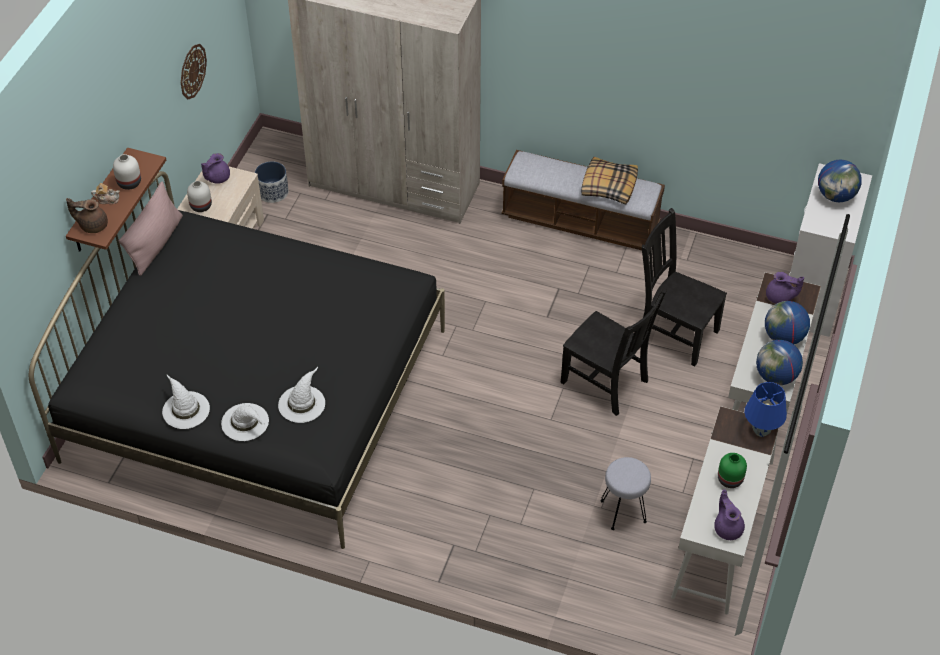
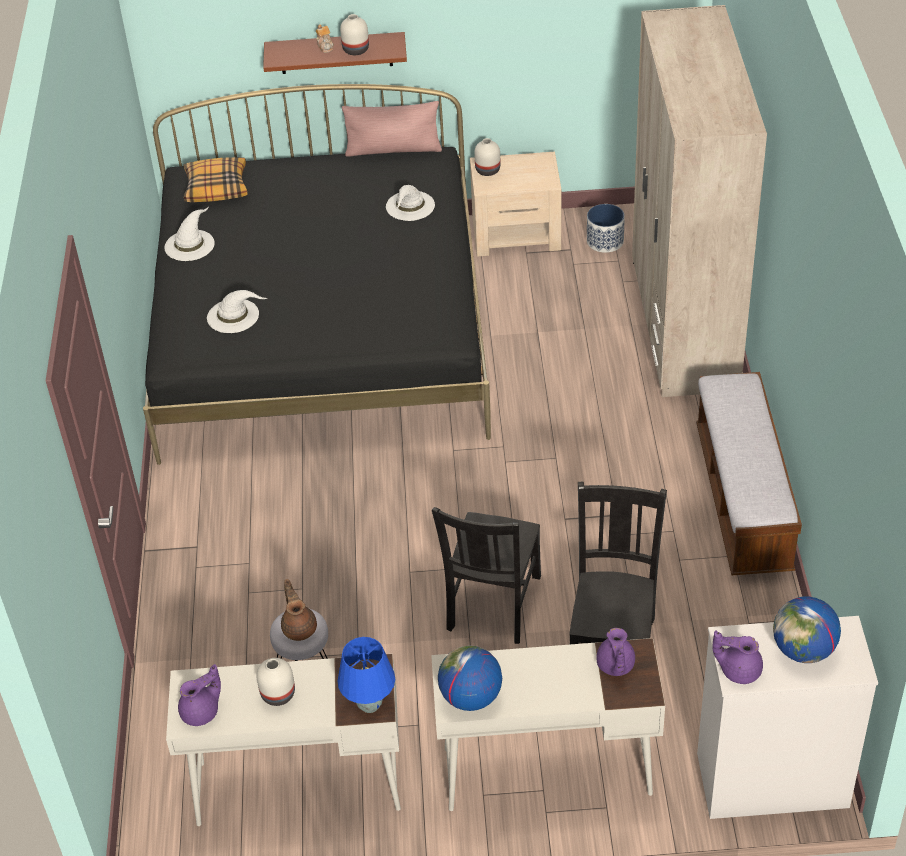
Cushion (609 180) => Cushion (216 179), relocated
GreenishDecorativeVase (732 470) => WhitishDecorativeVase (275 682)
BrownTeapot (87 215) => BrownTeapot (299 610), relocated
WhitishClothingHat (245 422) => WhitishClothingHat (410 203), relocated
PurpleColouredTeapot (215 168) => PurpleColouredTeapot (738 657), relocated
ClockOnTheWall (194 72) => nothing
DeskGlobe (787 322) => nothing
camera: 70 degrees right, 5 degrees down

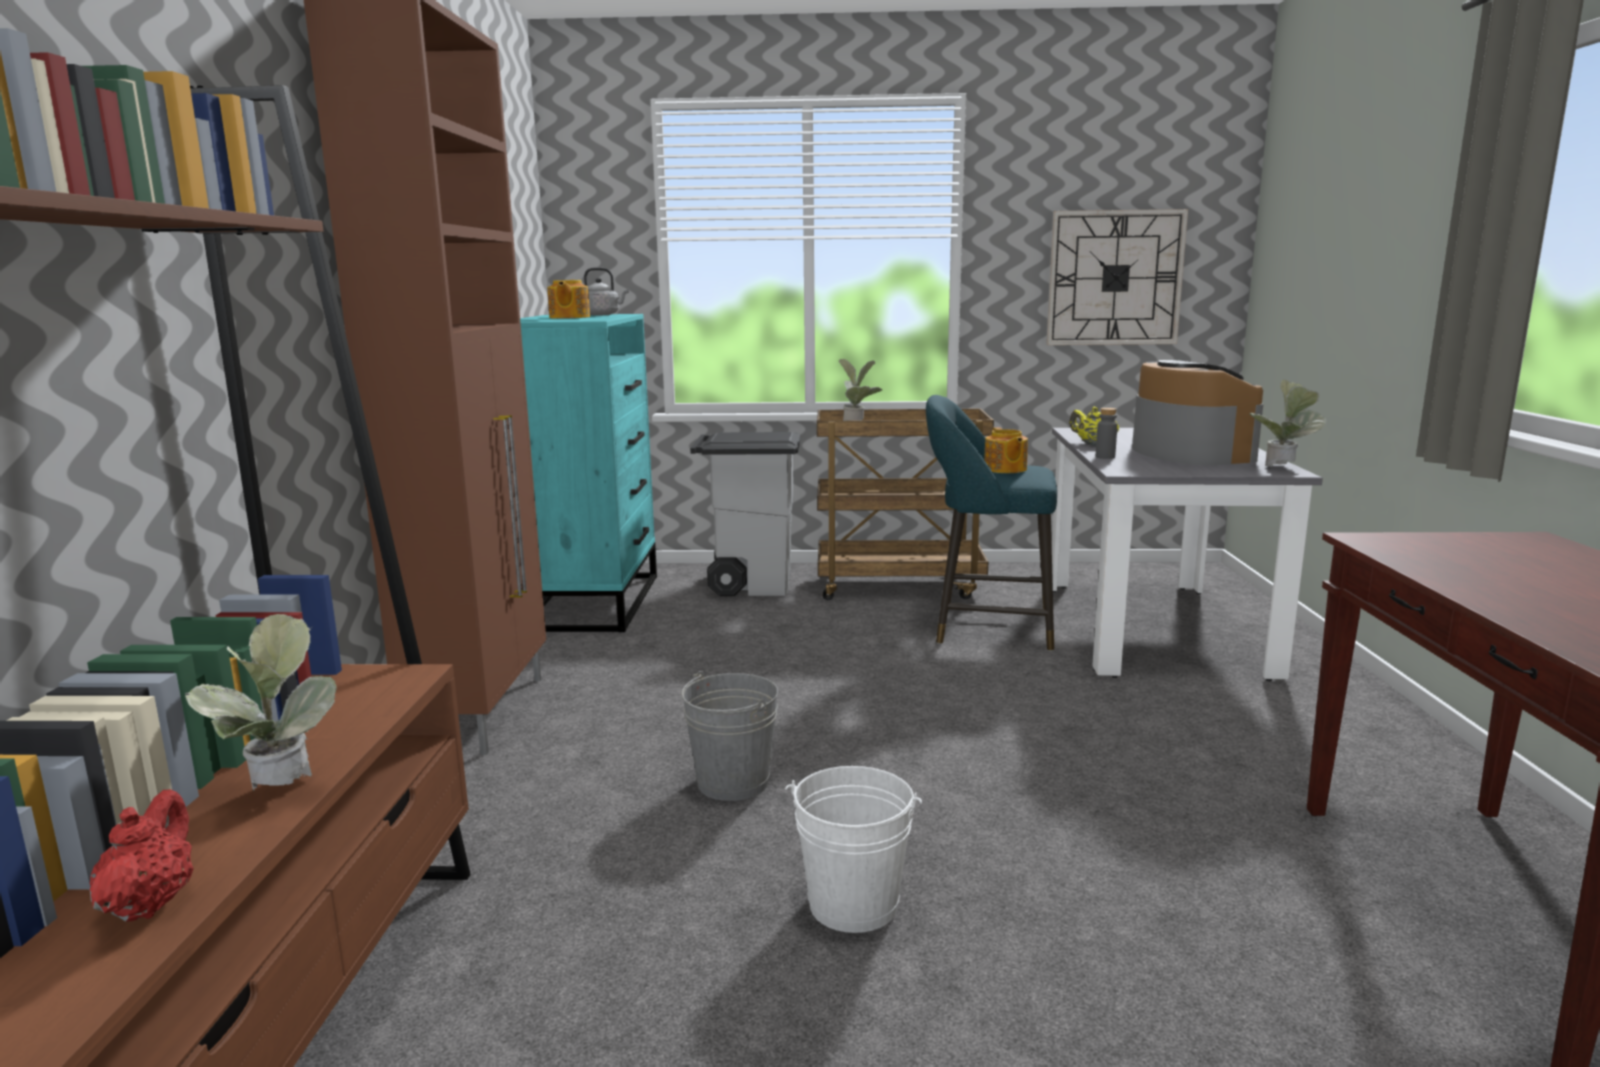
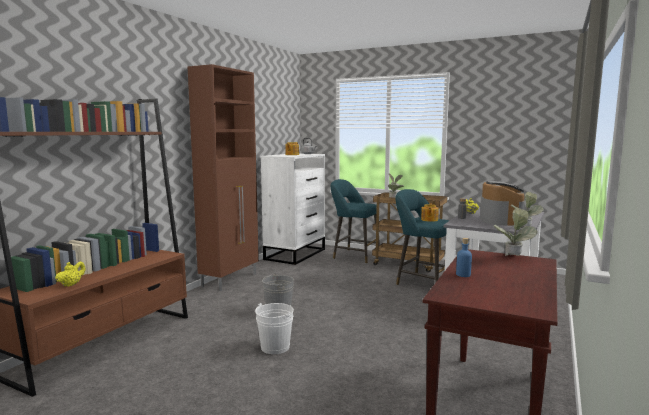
RedTeapot (142 855) => YellowishTeapot (70 274)
TurquoiseChestOfDrawers (588 473) => WhitishChestOfDrawers (293 209)
GreyishWasteBin (745 514) => TurquoiseStoolSeat (355 221)
nothing => BlueDrinkBottle (464 257)
PottedPlant (261 703) => PottedPlant (516 232), relocated
ClockOnTheWall (1117 277) => nothing
camera: 25 degrees right, 5 degrees down

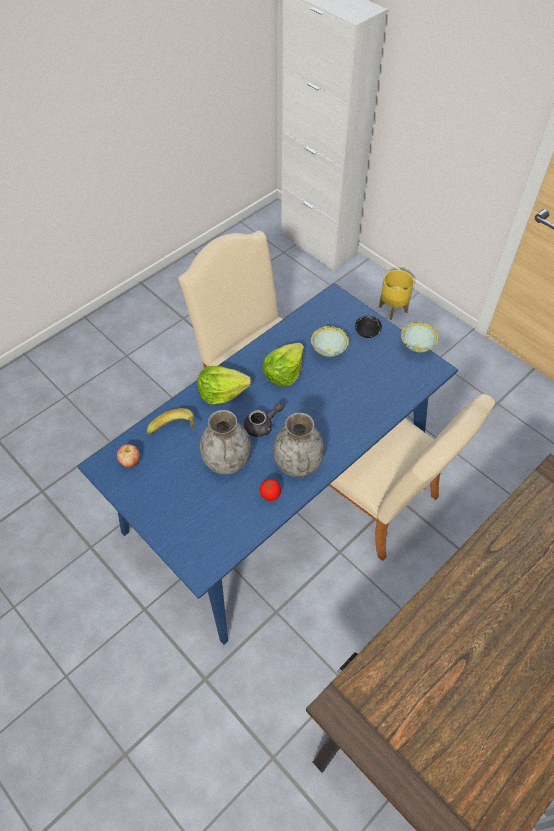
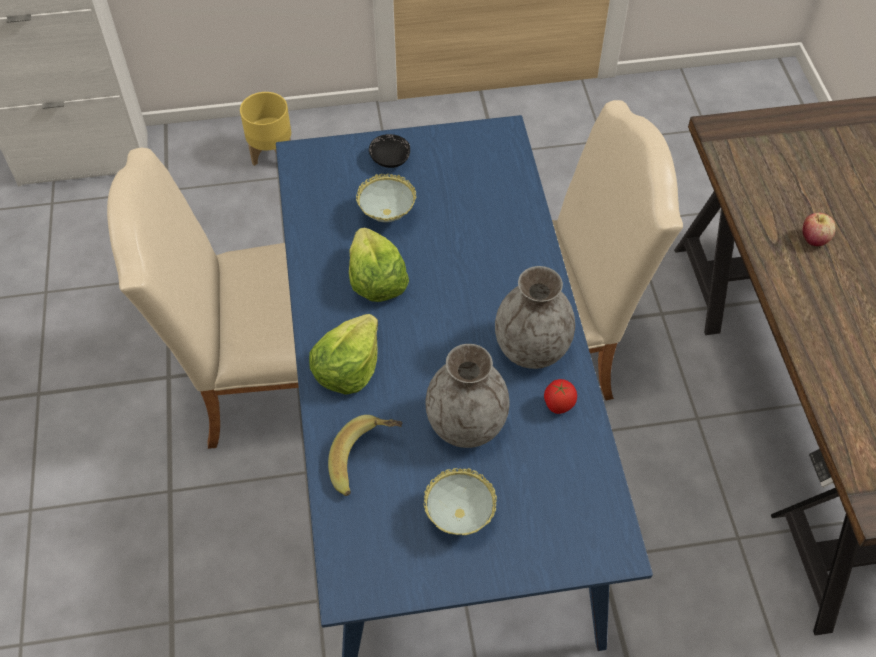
ServingBowl (420 337) => ServingBowl (460 501), relocated
AppleFruit (128 456) => AppleFruit (819 229), relocated
GreyishTeapot (264 419) => nothing
camera: 55 degrees left, 0 degrees up

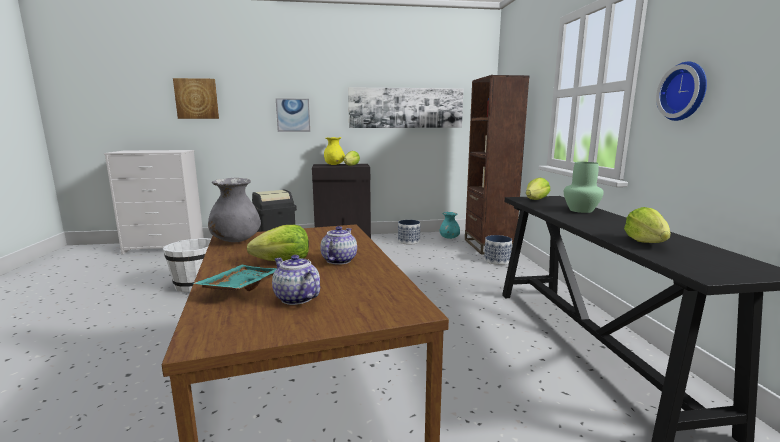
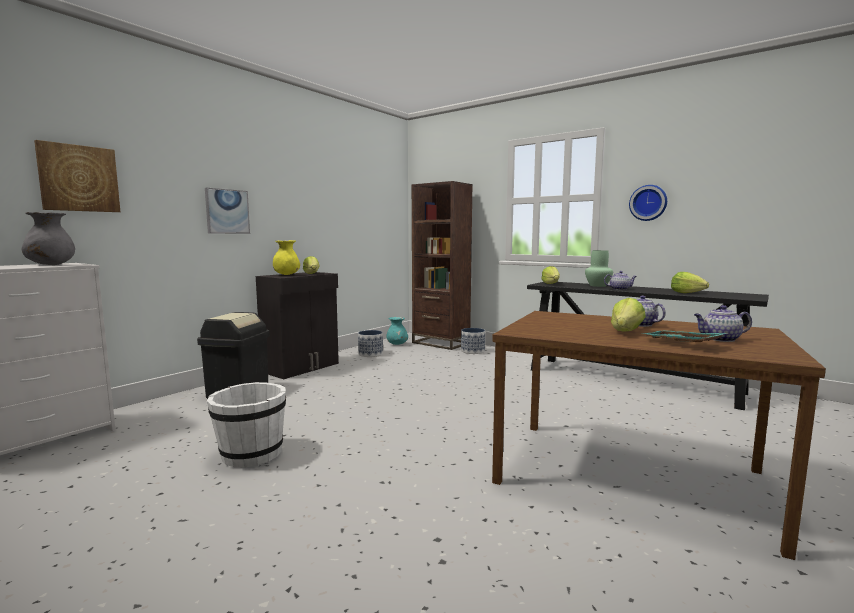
GreyishDecorativeVase (234 210) => GreyishDecorativeVase (48 238), relocated
nothing => Teapot (620 280)
Picture (405 107) => nothing
camera: 45 degrees left, 5 degrees down

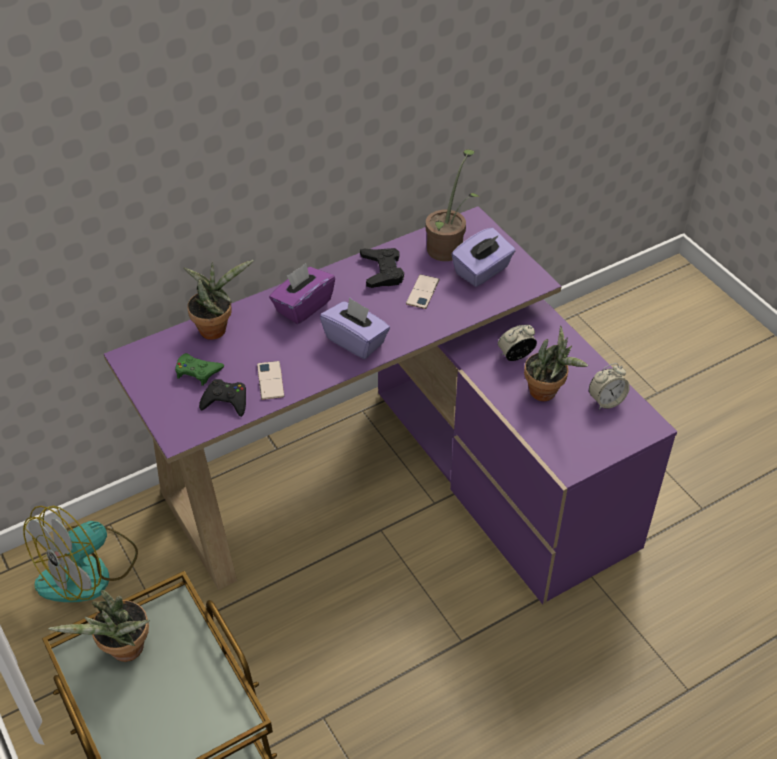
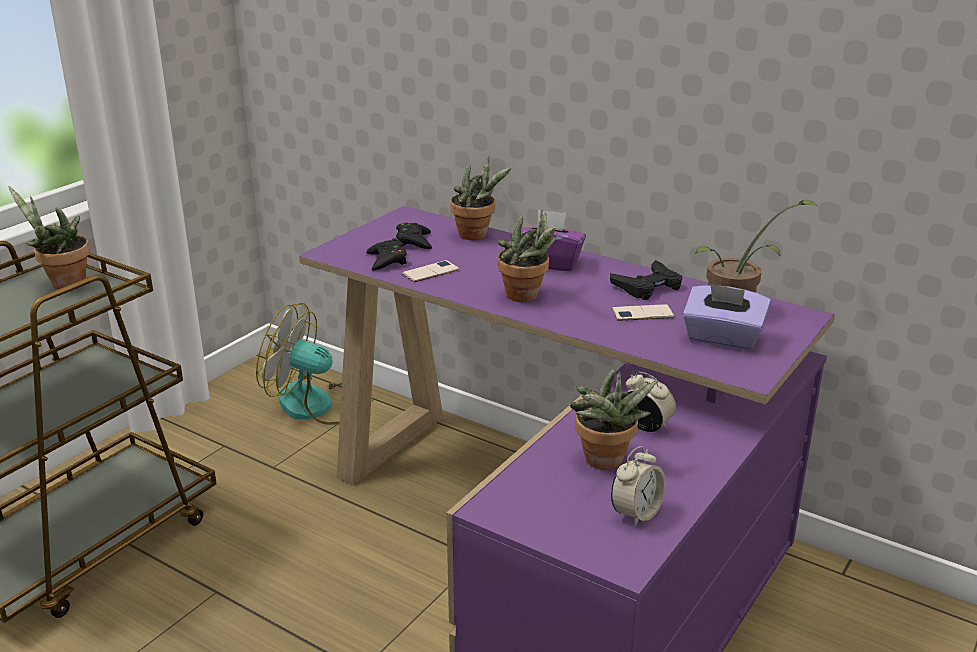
GreenishGamepad (199 369) => BlackGamepad (414 235)
PurpleColouredTissueHolder (355 328) => PottedPlant (527 255)
AlarmClock (609 386) => AlarmClock (638 486), 90 degrees counterclockwise
camera: 65 degrees right, 20 degrees down

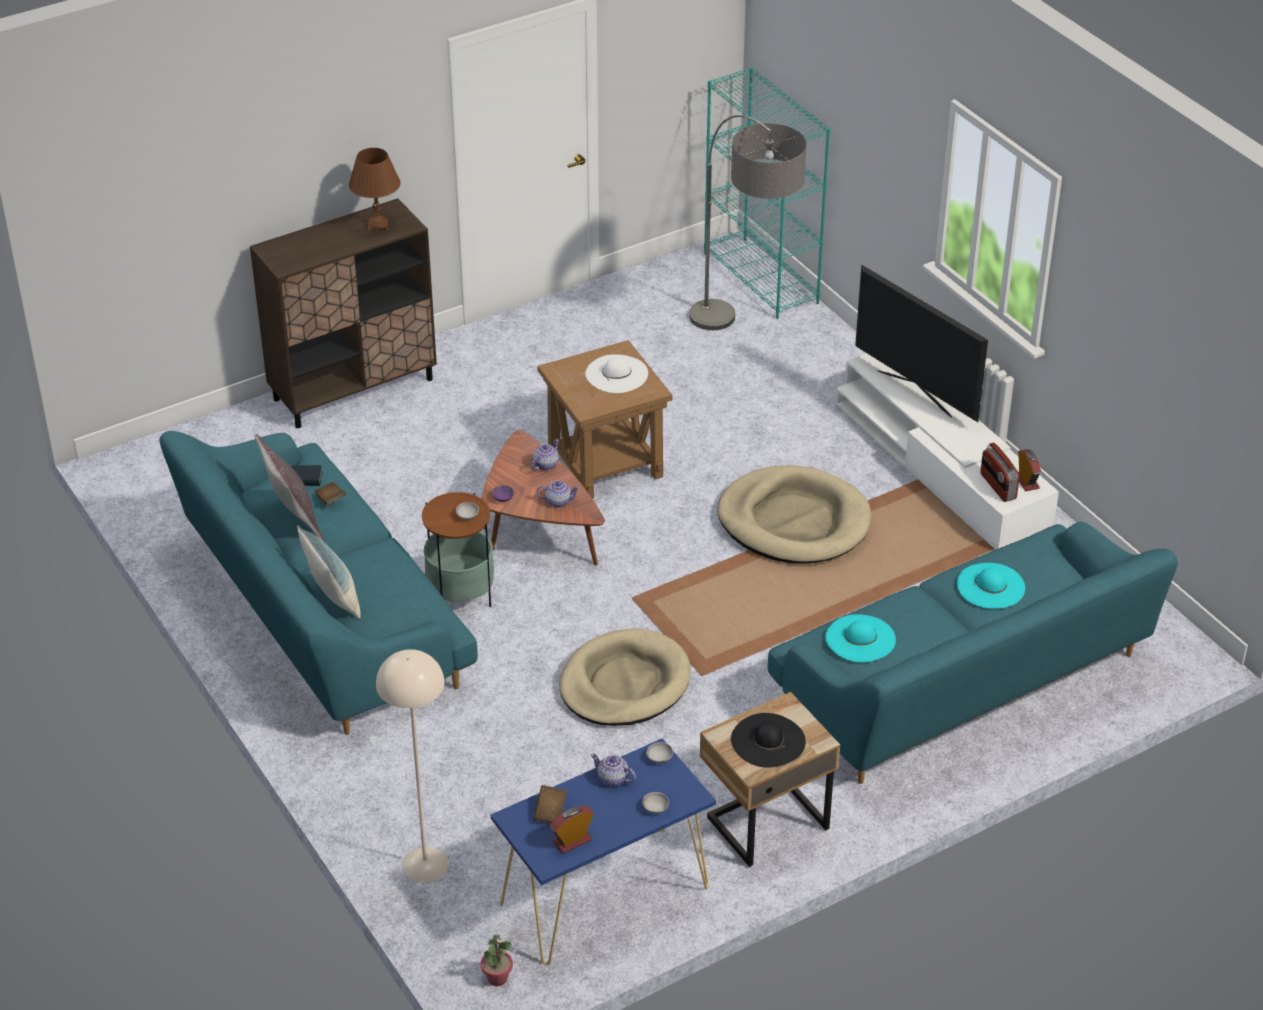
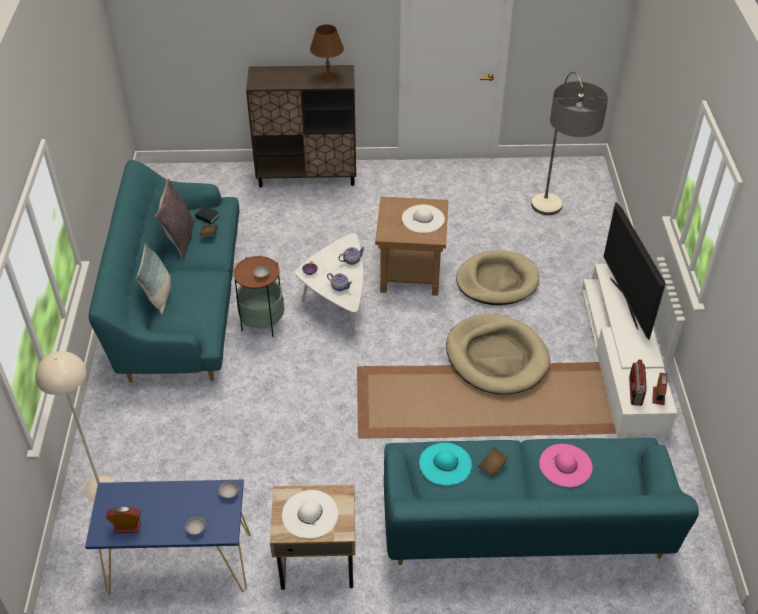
BlackClothingHat (768 740) => WhitishClothingHat (310 514)
BrownCoffeeTable (543 497) => WhitishCoffeeTable (328 284)
SandColouredDogCushion (625 677) => SandColouredDogCushion (498 278), relocated
BrownBoundBook (550 804) => BrownBoundBook (493 462), relocated
TurquoiseClothingHat (991 586) => PinkClothingHat (566 465)
PottedPlant (497 960) => nothing
Teapot (613 769) => nothing
TurquoiseShelvingUnit (767 193) => nothing
camera: 30 degrees right, 5 degrees up

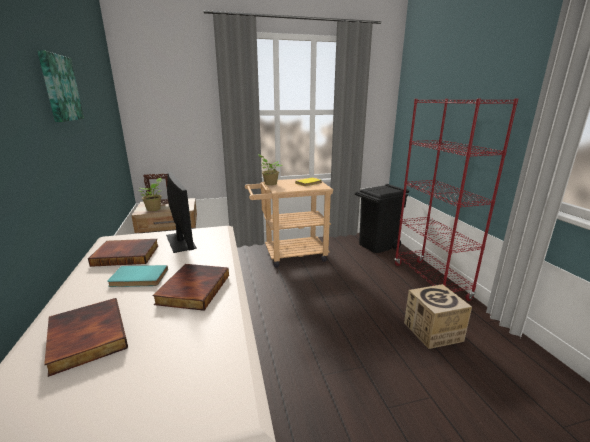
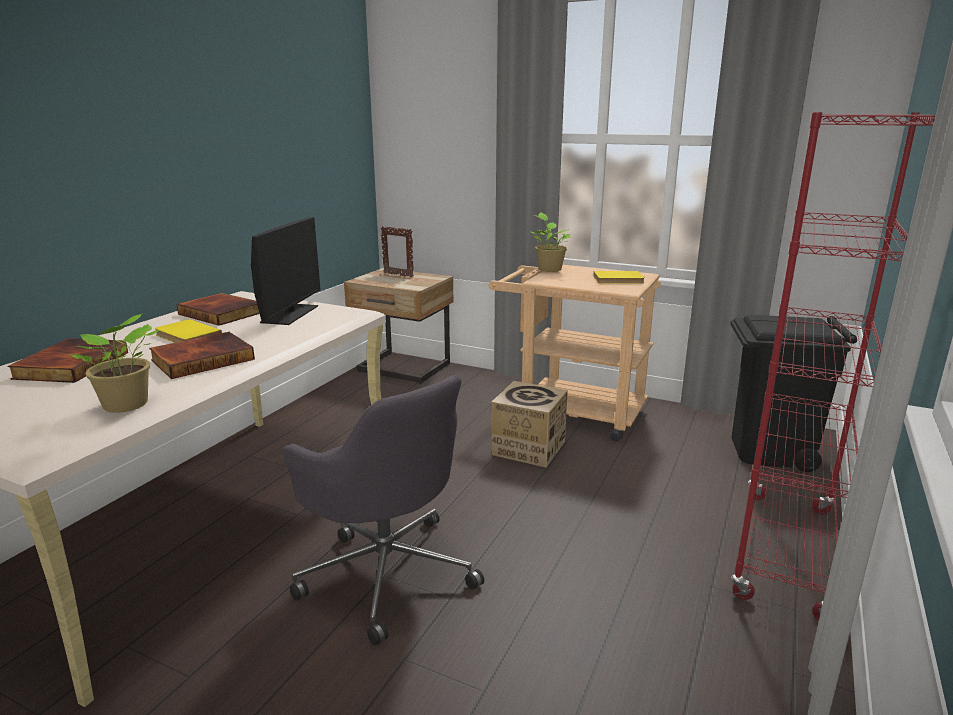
PottedPlant (149 194) => PottedPlant (115 363), relocated
TurquoiseBoundBook (137 276) => YellowishBoundBook (188 331)
nothing => GreyishComputerChair (383 510)
PackingBox (438 316) => PackingBox (529 424), relocated
Picture (60 86) => nothing
camera: 40 degrees right, 0 degrees up

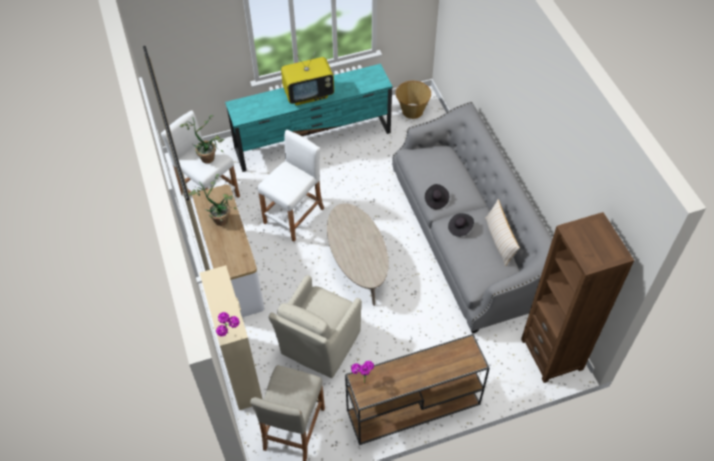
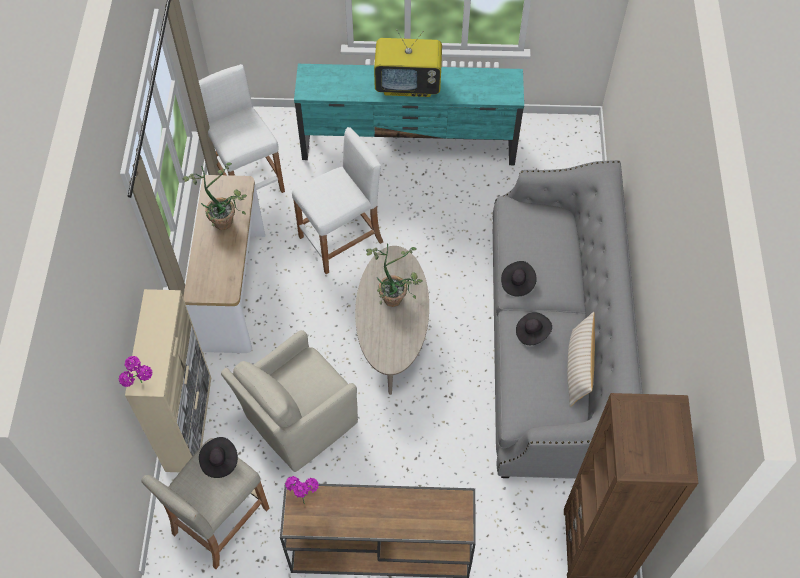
nothing => BlackClothingHat (218 457)
PottedPlant (202 139) => PottedPlant (394 275), relocated
HouseholdBasket (413 100) => nothing
camera: 20 degrees right, 5 degrees up

